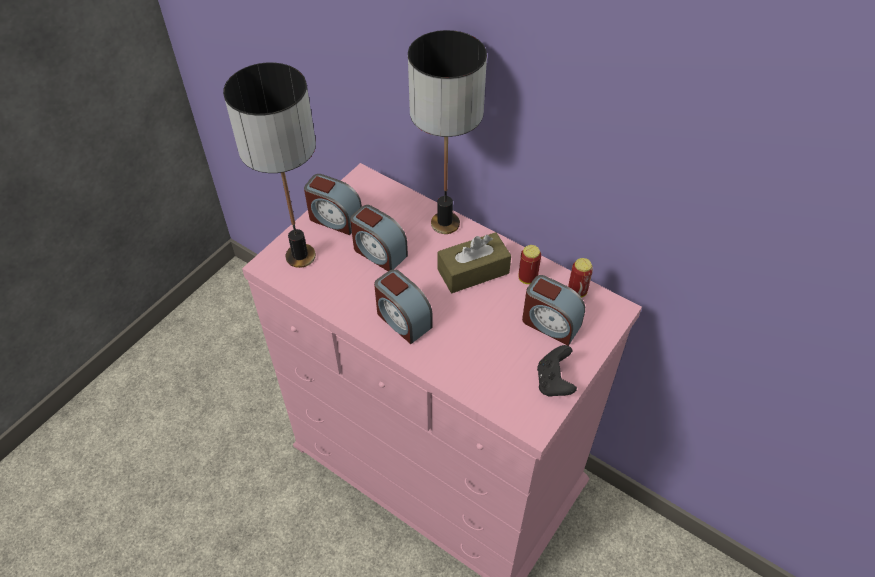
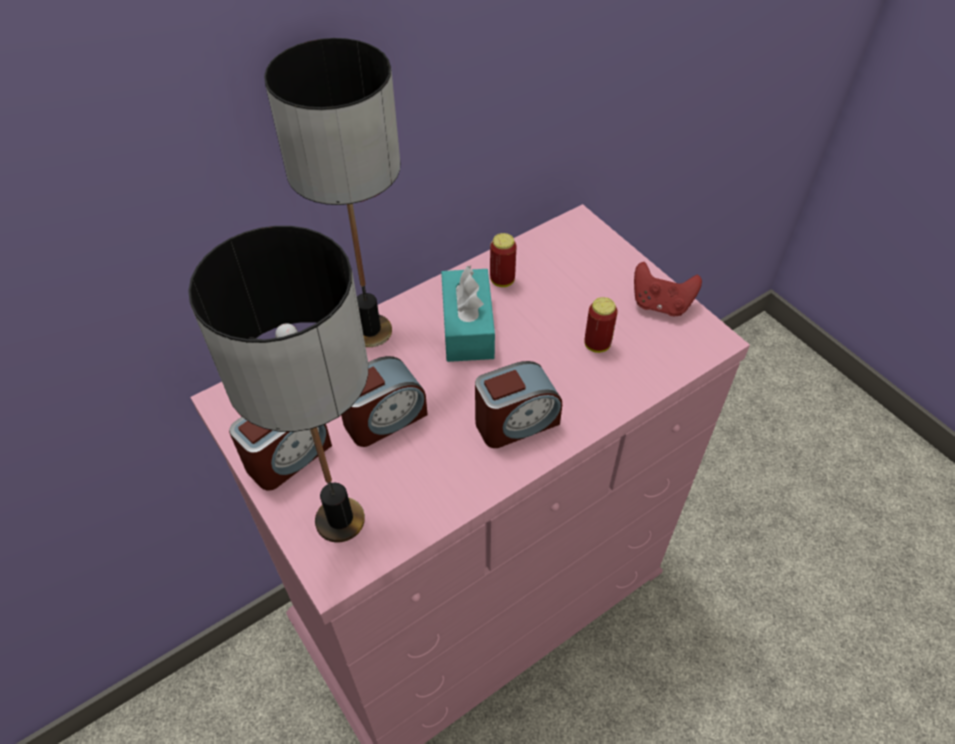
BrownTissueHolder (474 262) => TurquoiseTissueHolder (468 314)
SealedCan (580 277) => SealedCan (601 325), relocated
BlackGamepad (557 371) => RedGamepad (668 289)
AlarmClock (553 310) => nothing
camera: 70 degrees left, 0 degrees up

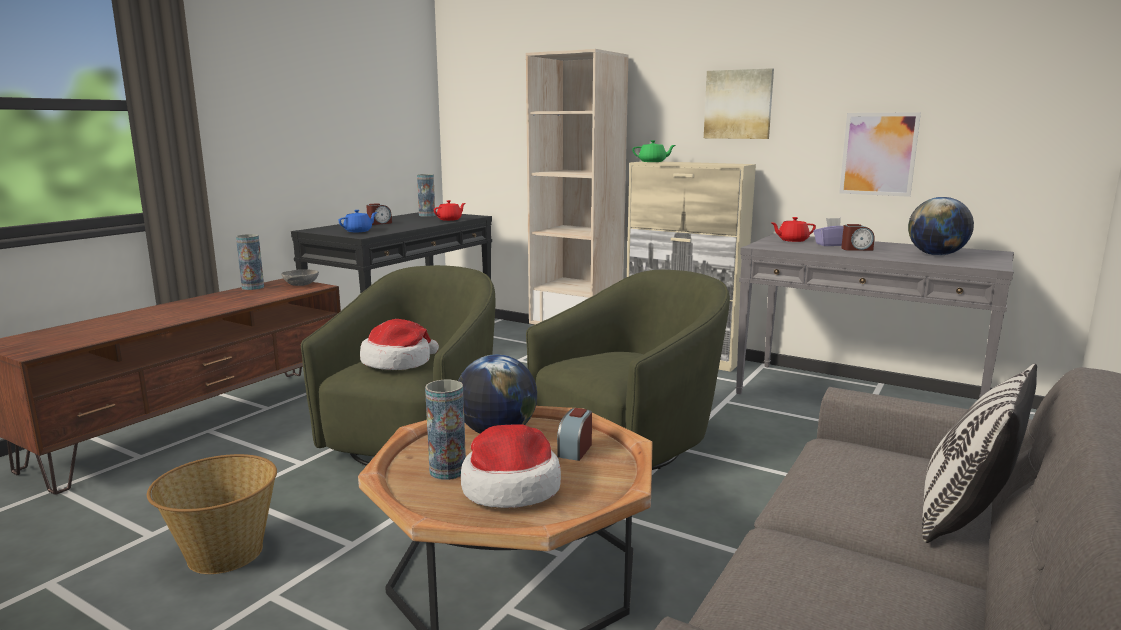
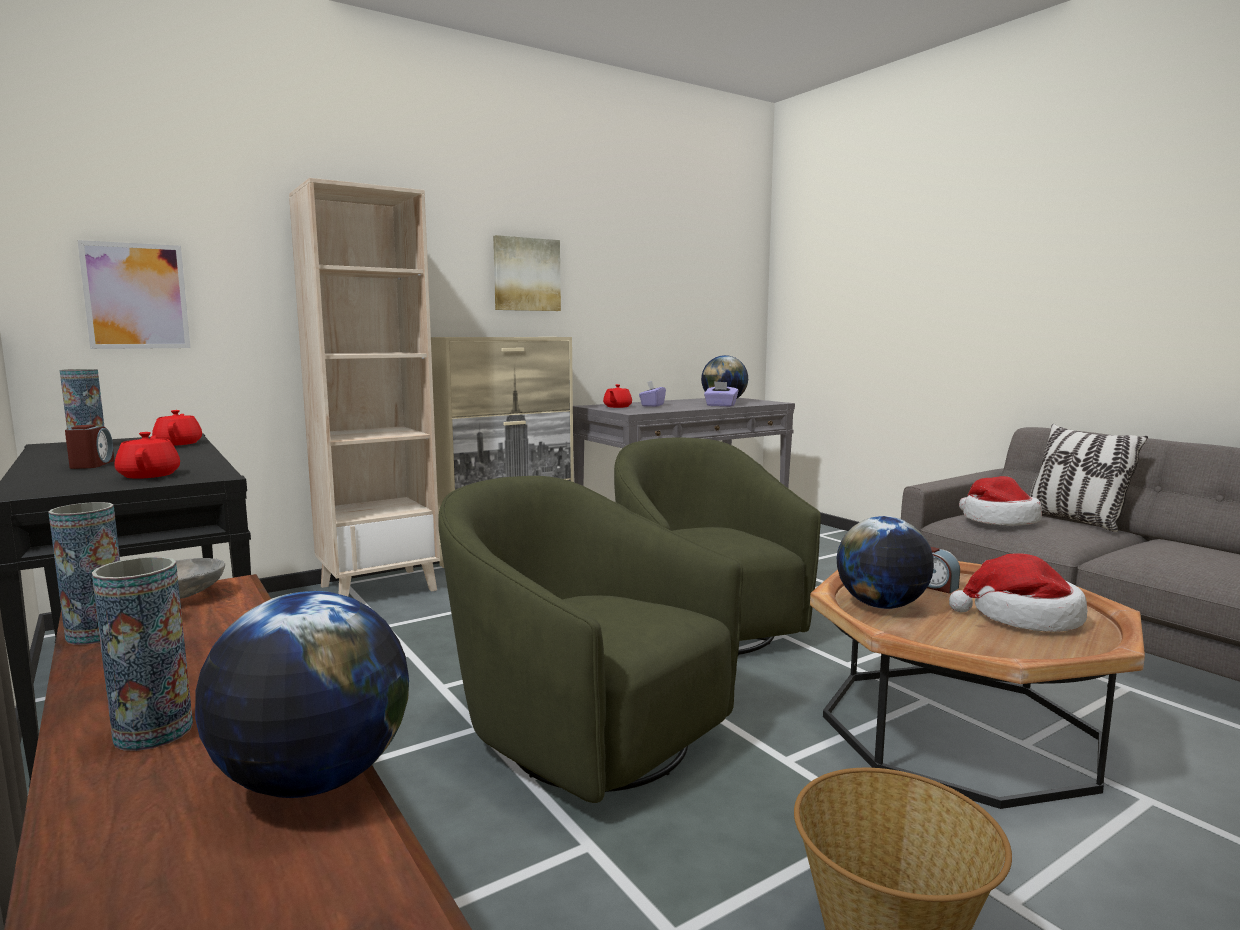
Picture (880 154) => Picture (133 294), relocated
DecorativeVase (445 430) => DecorativeVase (142 654), relocated
BlueTeapot (358 221) => RedTeapot (147 455)
nothing => DeskGlobe (302 694)
nothing => PurpleColouredTissueHolder (721 394)
ClothingHat (399 344) => ClothingHat (1000 500), relocated
GreenishTeapot (654 151) => nothing
AlarmClock (858 237) => nothing
camera: 65 degrees left, 5 degrees down

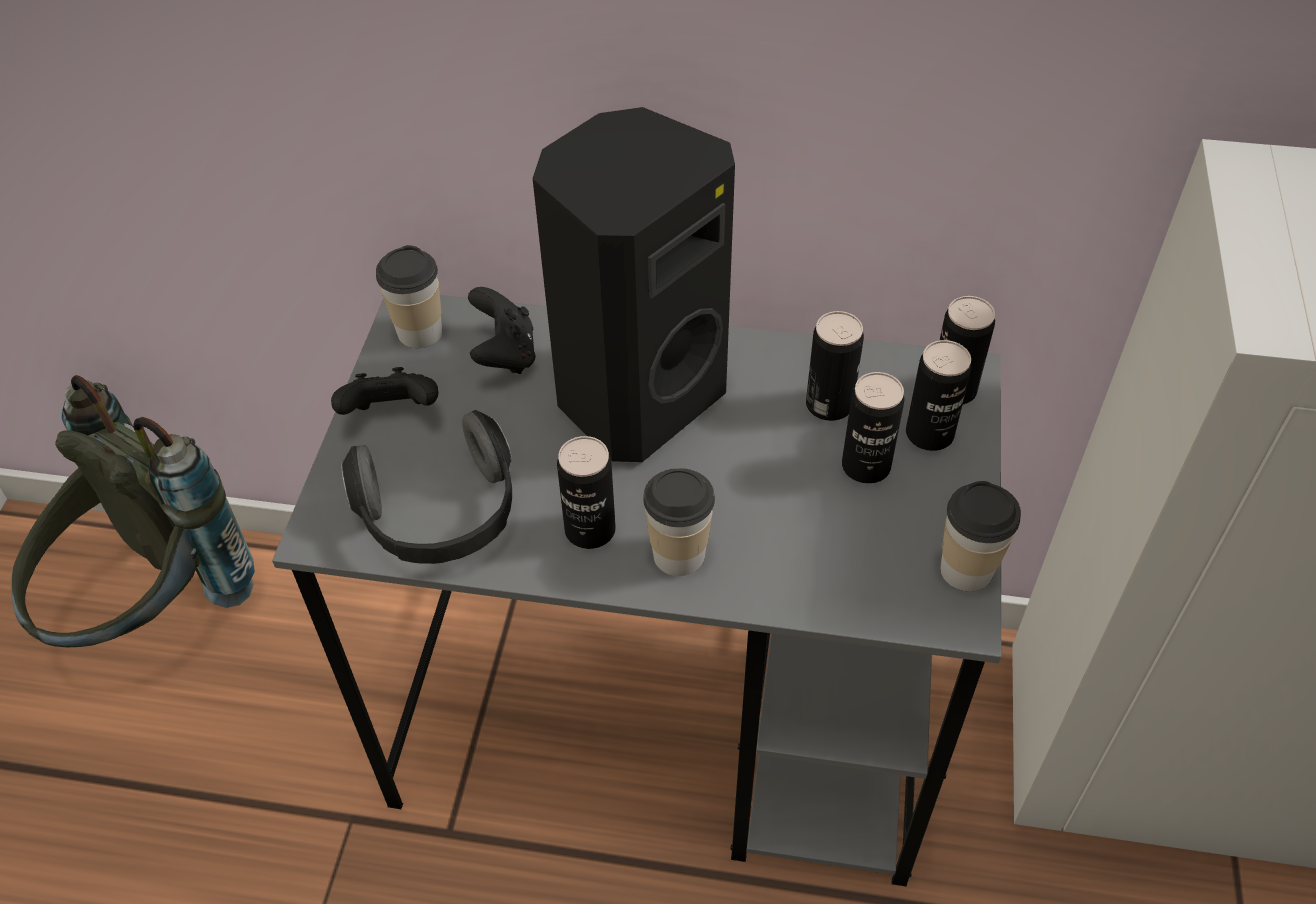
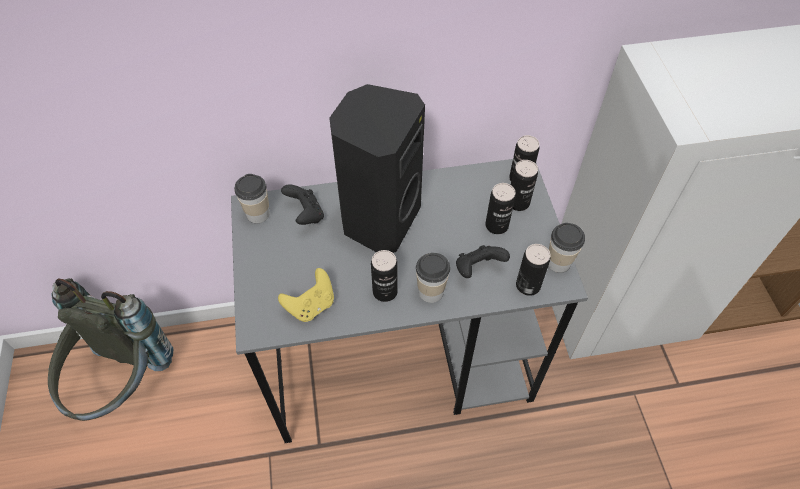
Headset (426 487) => YellowishGamepad (306 295)
BlackGamepad (384 391) => BlackGamepad (483 261), relocated
SealedCan (835 366) => SealedCan (533 270), relocated
camera: 20 degrees left, 5 degrees up

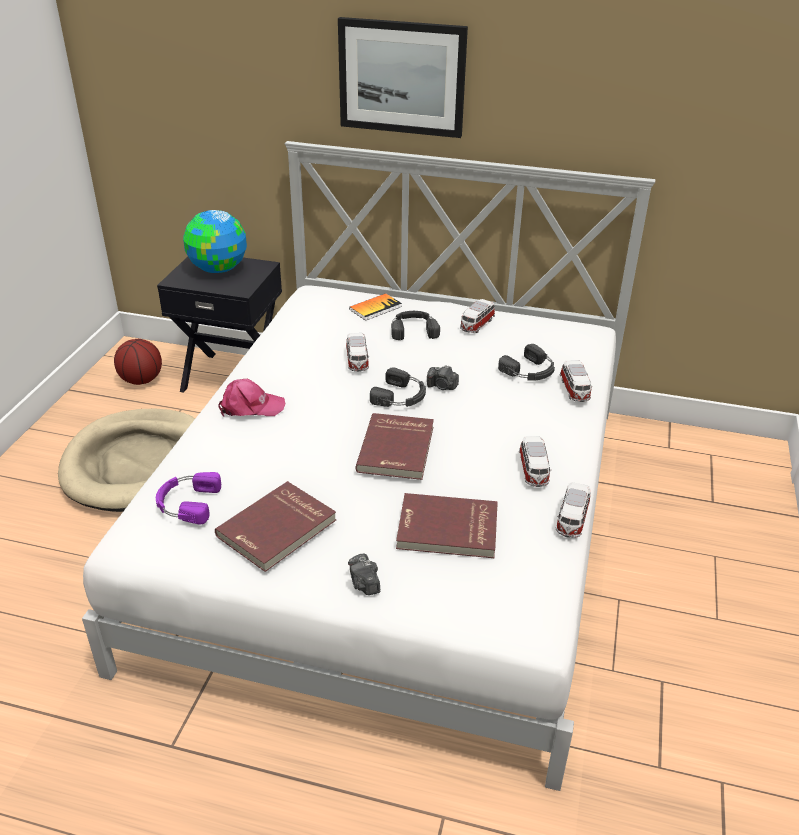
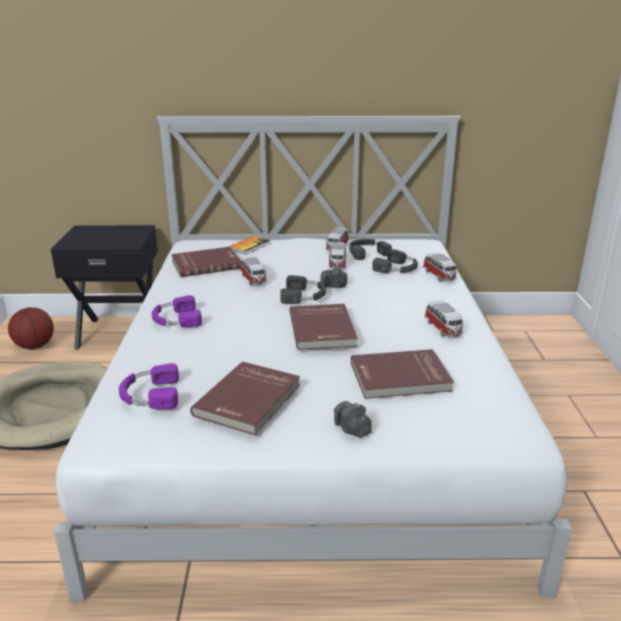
PinkPeakedCap (252 397) => PurpleColouredHeadset (176 311)
nothing => RedBoundBook (206 262)
ToyCar (573 510) => ToyCar (338 255), relocated
BlackHeadset (415 325) => BlackHeadset (370 249), relocated
DeskGlobe (215 241) => nothing
Picture (403 77) => nothing
camera: 15 degrees left, 10 degrees down

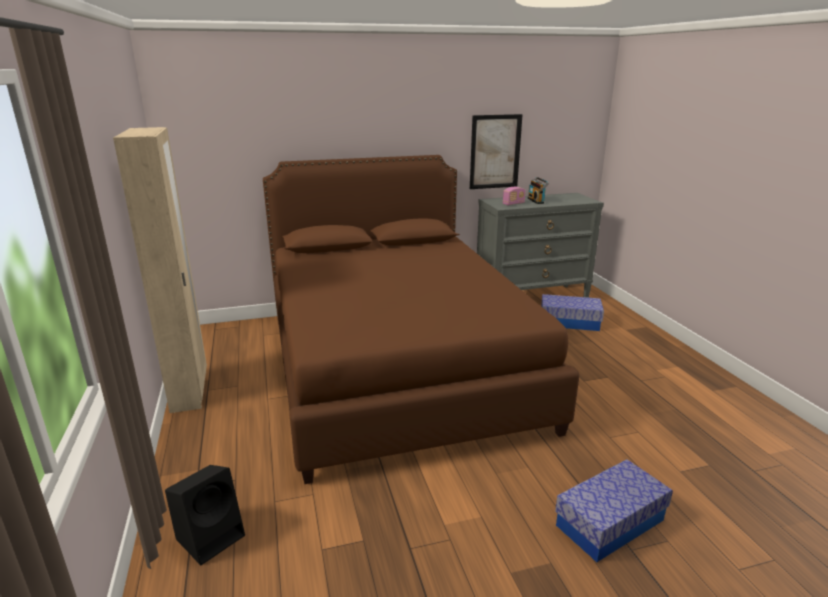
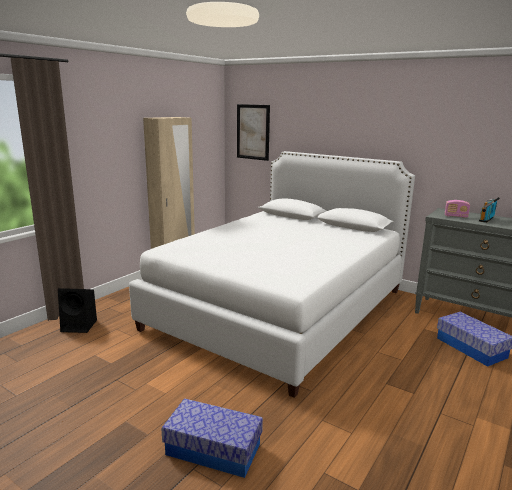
BrownSleepingBed (421 319) => WhitishSleepingBed (272 274)
Picture (496 151) => Picture (253 132), relocated
camera: 50 degrees right, 5 degrees down

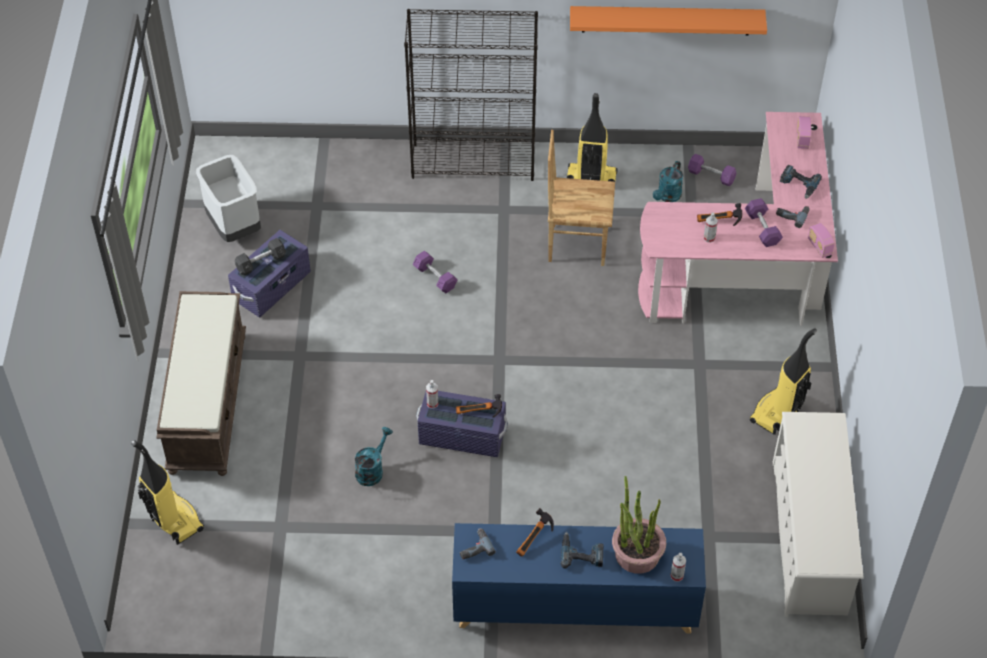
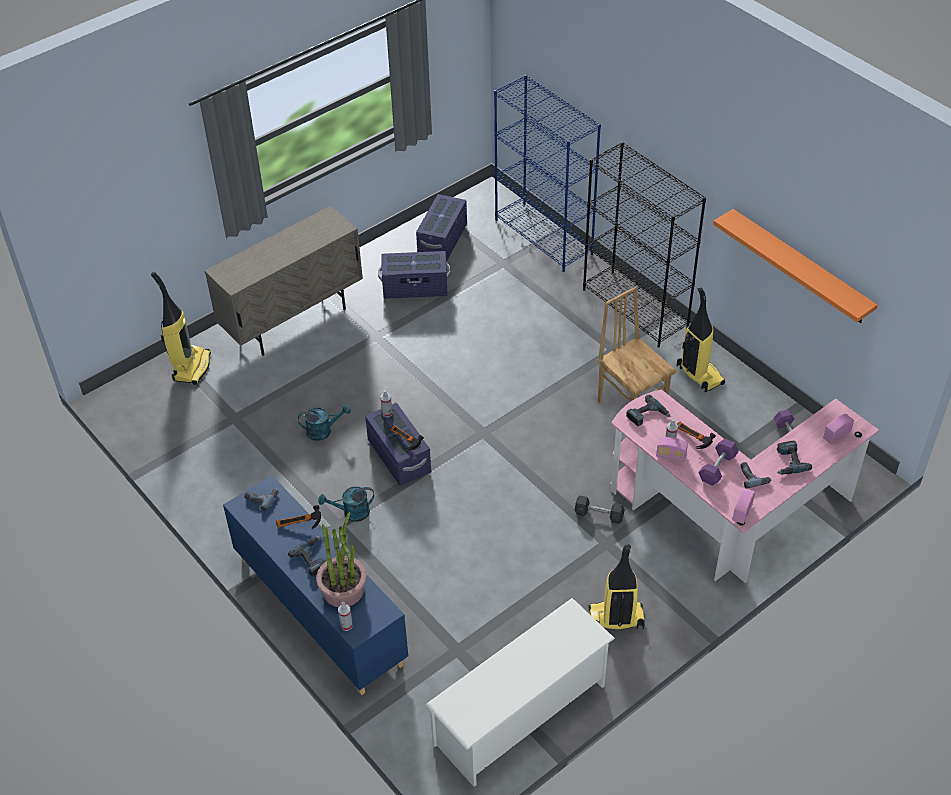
BrownIndoorBench (201 383) => SandColouredCupboard (284 281)
TurquoiseSprinklingCan (668 181) => TurquoiseSprinklingCan (346 504), relocated
GreyishWasteBin (228 198) => PurpleColouredStorageBin (441 228)
nothing => BlueShelvingUnit (547 173)
GreyishDumbbell (260 257) => GreyishDumbbell (600 510), relocated
nothing => Drill (648 410)
nothing => RadioReceiver (672 449)
PurpleColouredDumbbell (435 272) => nothing
camera: 50 degrees right, 5 degrees down

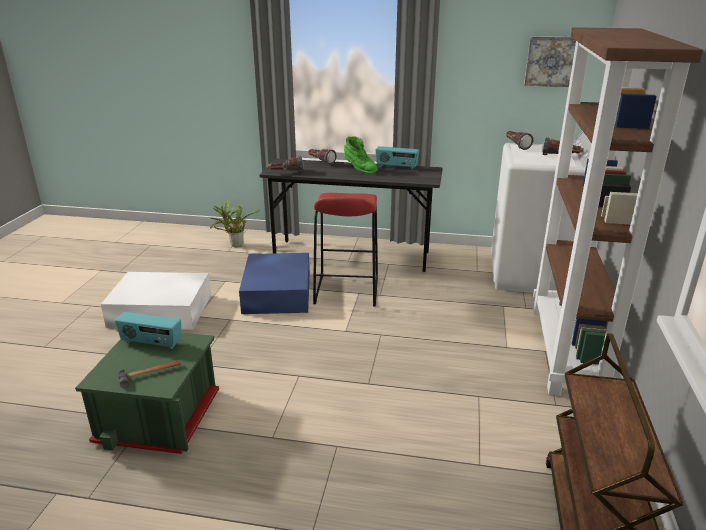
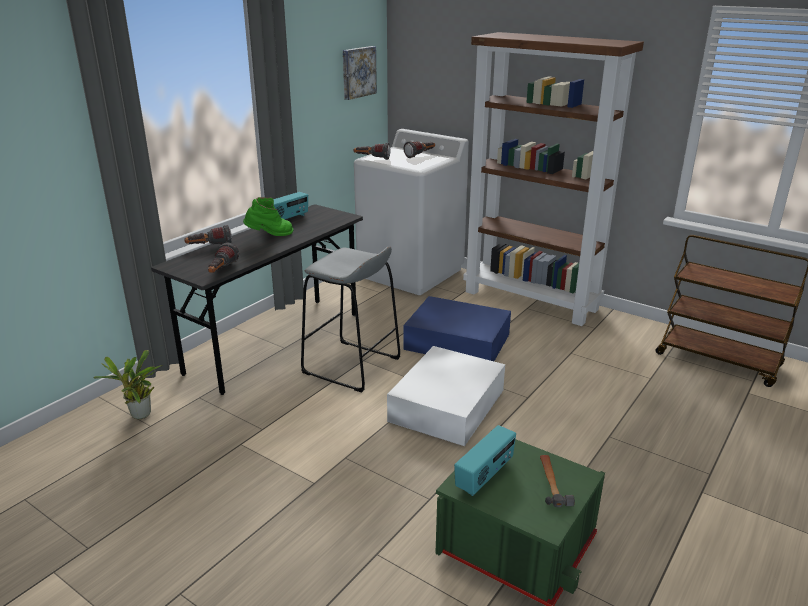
RedStoolSeat (345 250) => GreyishStoolSeat (350 320)
WhitishStorageBin (156 301) => WhitishStorageBin (446 396), relocated
BlueStorageBin (274 283) => BlueStorageBin (457 328), relocated
camera: 65 degrees left, 0 degrees up

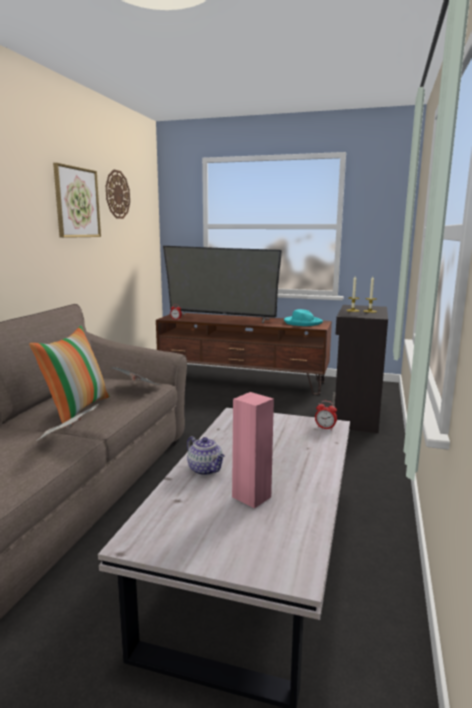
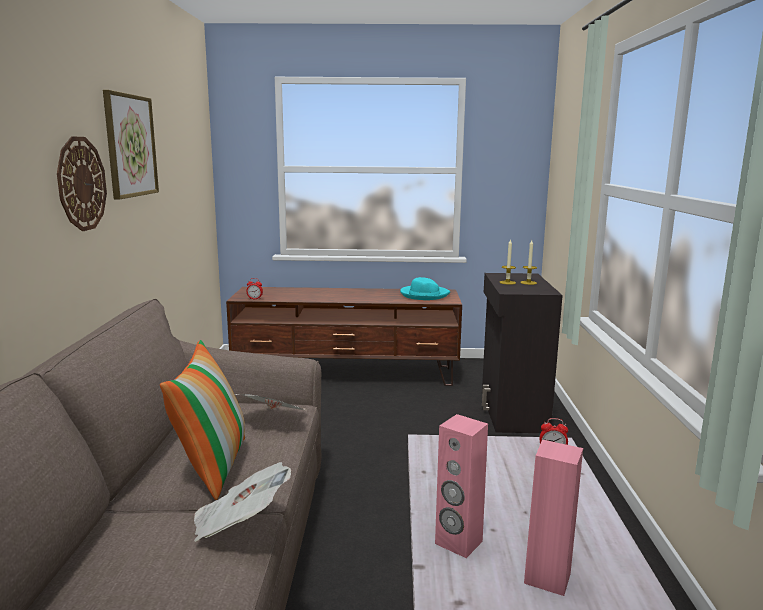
ClockOnTheWall (118 194) => ClockOnTheWall (82 183), relocated
Teapot (206 455) => PinkAudioSpeaker (461 486)
Tv (222 284) => nothing
camera: 15 degrees left, 0 degrees up

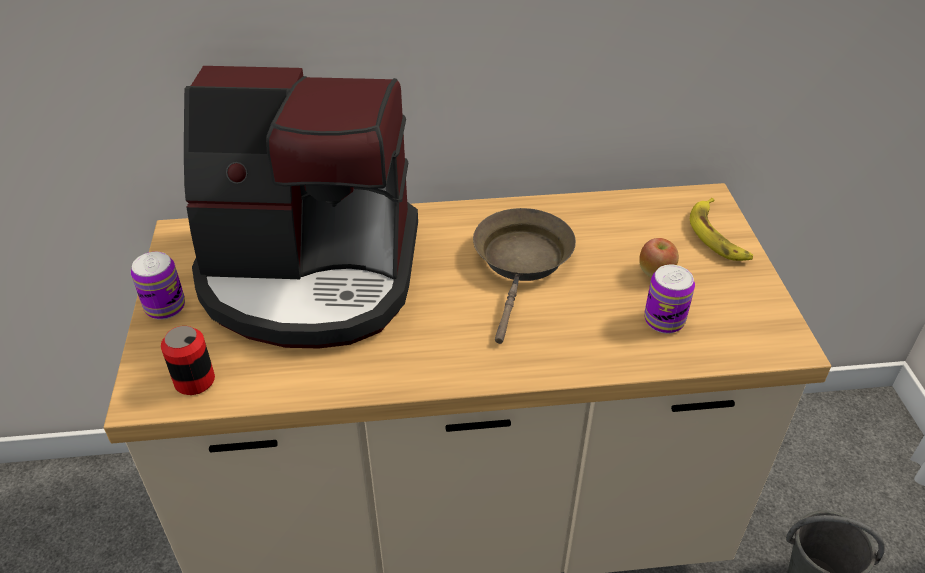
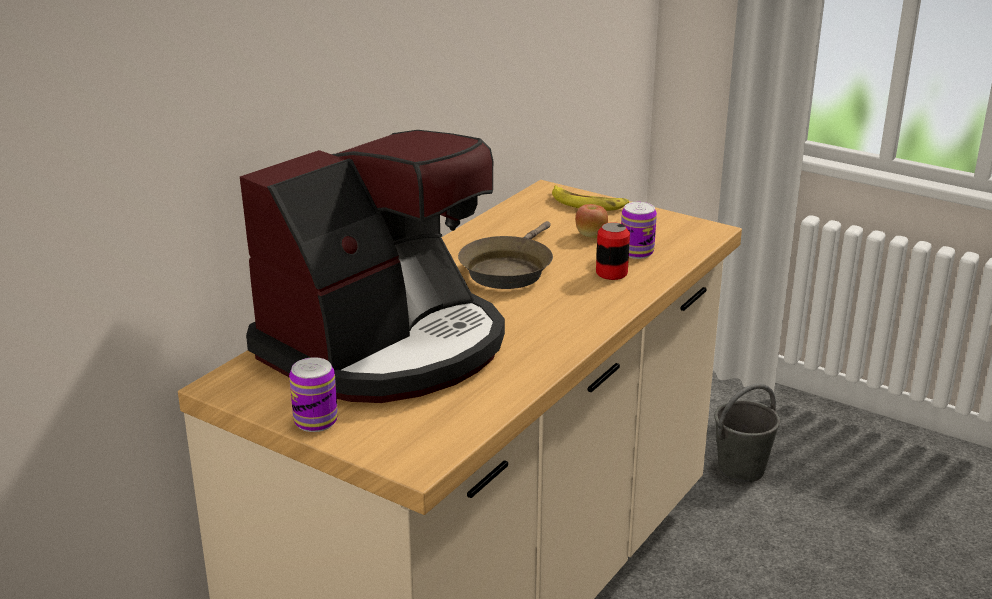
BrownPan (524 276) => BrownPan (505 255), 120 degrees counterclockwise
SealedCan (188 360) => SealedCan (613 251), relocated
camera: 50 degrees left, 15 degrees down

